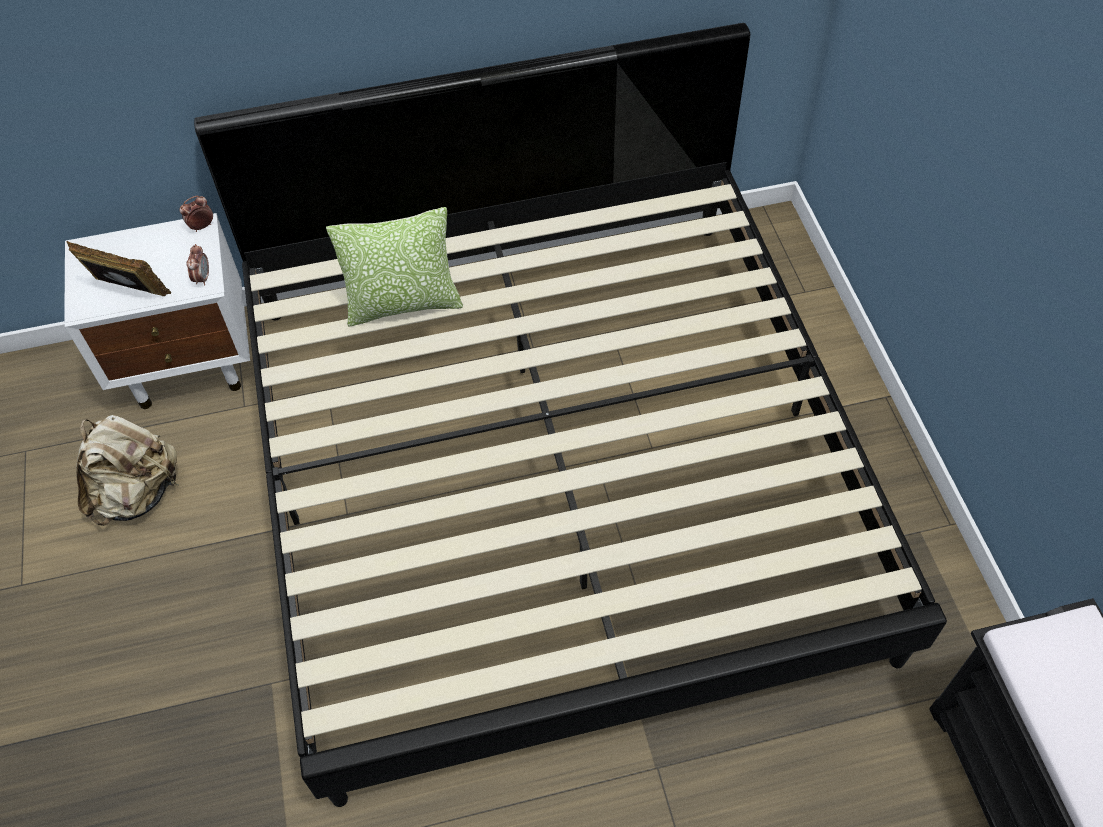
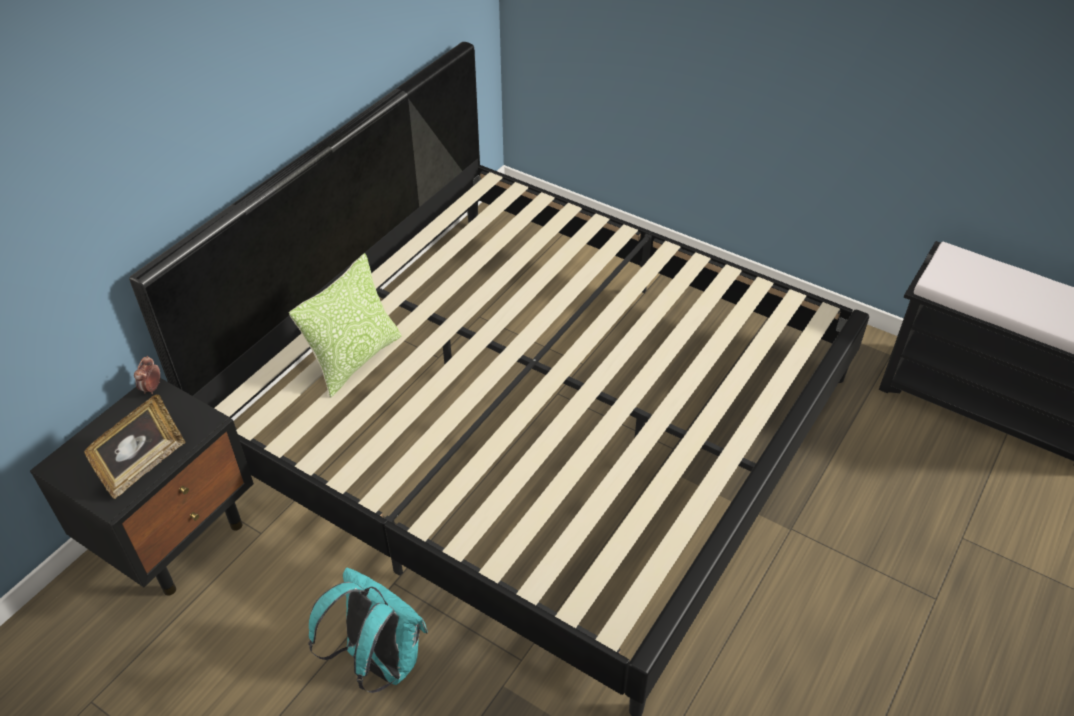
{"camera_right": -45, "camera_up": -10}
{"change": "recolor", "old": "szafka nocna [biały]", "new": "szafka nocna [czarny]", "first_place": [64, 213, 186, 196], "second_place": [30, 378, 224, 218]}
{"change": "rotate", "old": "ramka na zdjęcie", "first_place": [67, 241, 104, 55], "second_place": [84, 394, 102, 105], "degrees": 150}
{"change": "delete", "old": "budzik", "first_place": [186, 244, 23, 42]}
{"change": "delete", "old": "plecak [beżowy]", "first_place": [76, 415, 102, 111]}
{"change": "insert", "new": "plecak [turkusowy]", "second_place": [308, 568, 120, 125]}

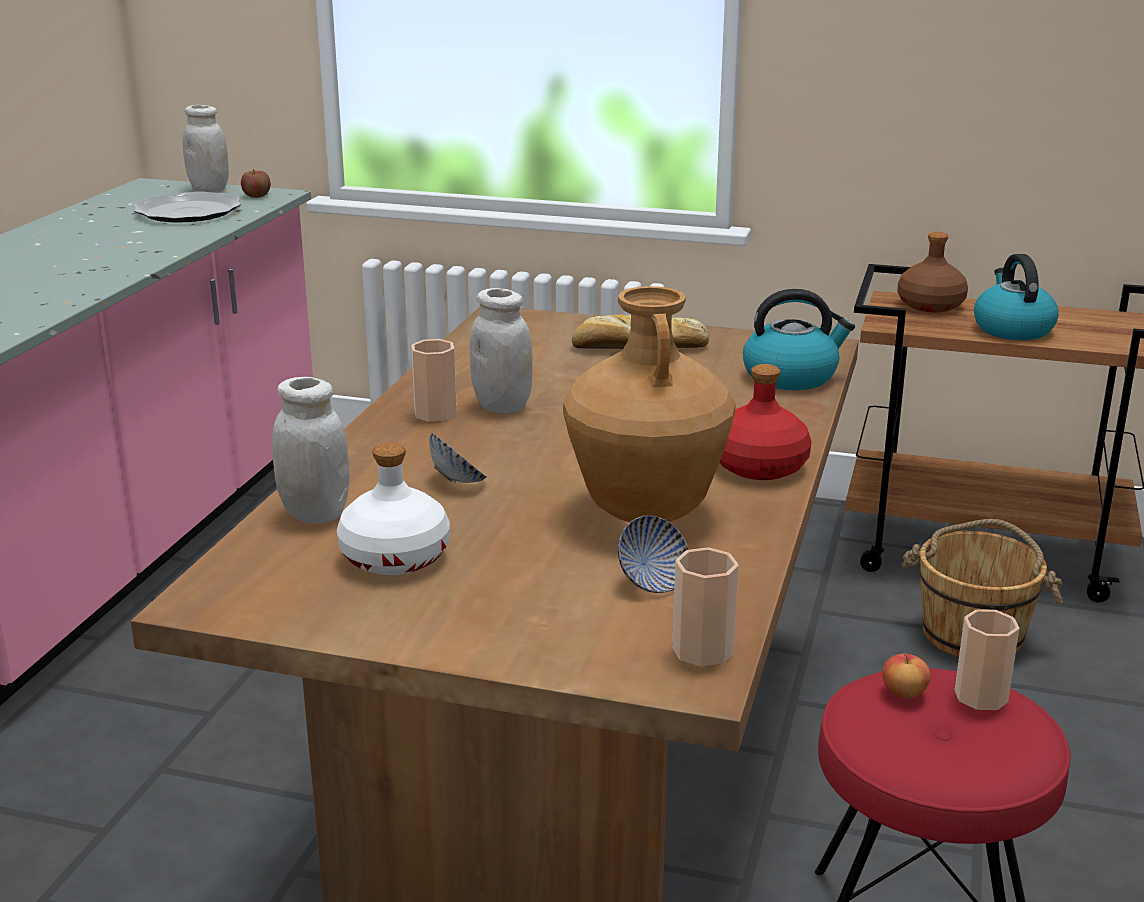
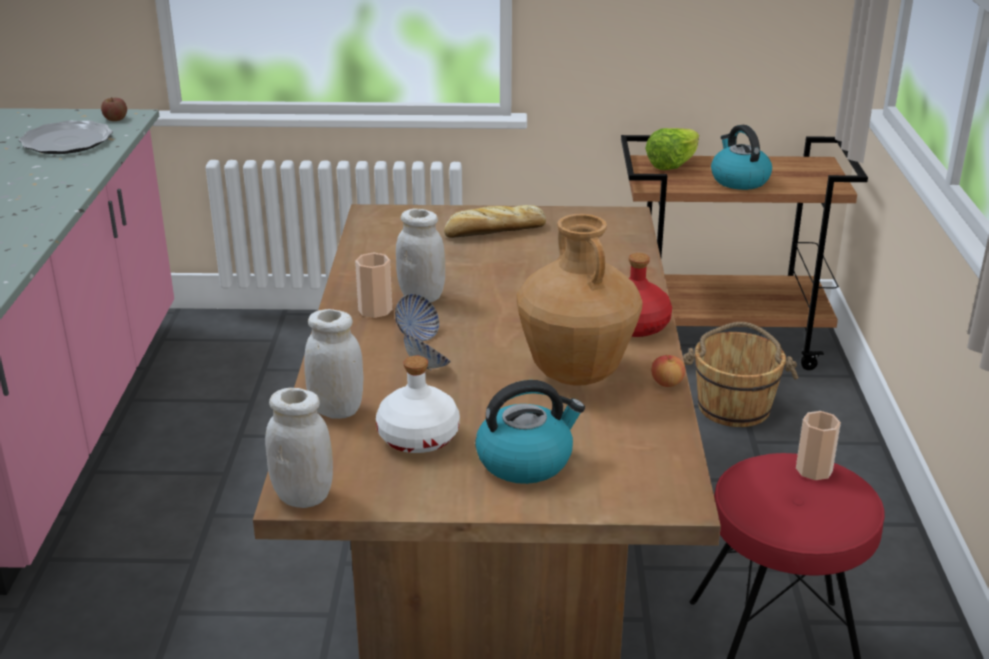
{"camera_right": -15, "camera_up": 5}
{"change": "move", "old": "słoik [biały]", "first_place": [182, 105, 47, 87], "second_place": [265, 388, 68, 120]}
{"change": "replace", "old": "butelka [brązowy]", "new": "sałata", "first_place": [897, 232, 71, 80], "second_place": [645, 128, 54, 42]}
{"change": "move", "old": "czajnik", "first_place": [743, 289, 112, 101], "second_place": [475, 380, 110, 104]}
{"change": "move", "old": "miska", "first_place": [618, 515, 71, 78], "second_place": [395, 294, 44, 47]}
{"change": "delete", "old": "filiżanka", "first_place": [672, 547, 67, 120]}
{"change": "move", "old": "jabłko", "first_place": [882, 653, 48, 46], "second_place": [651, 354, 35, 33]}

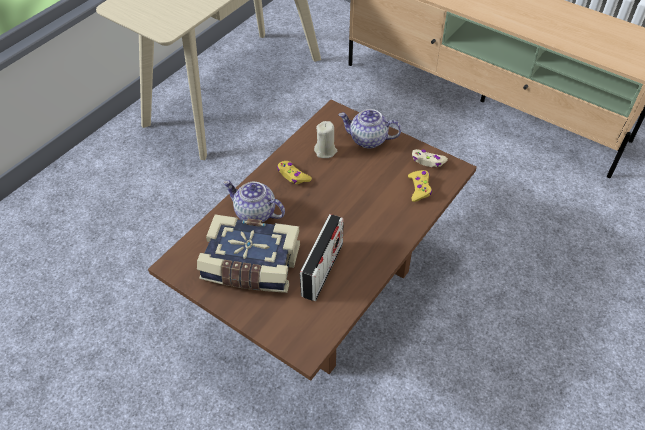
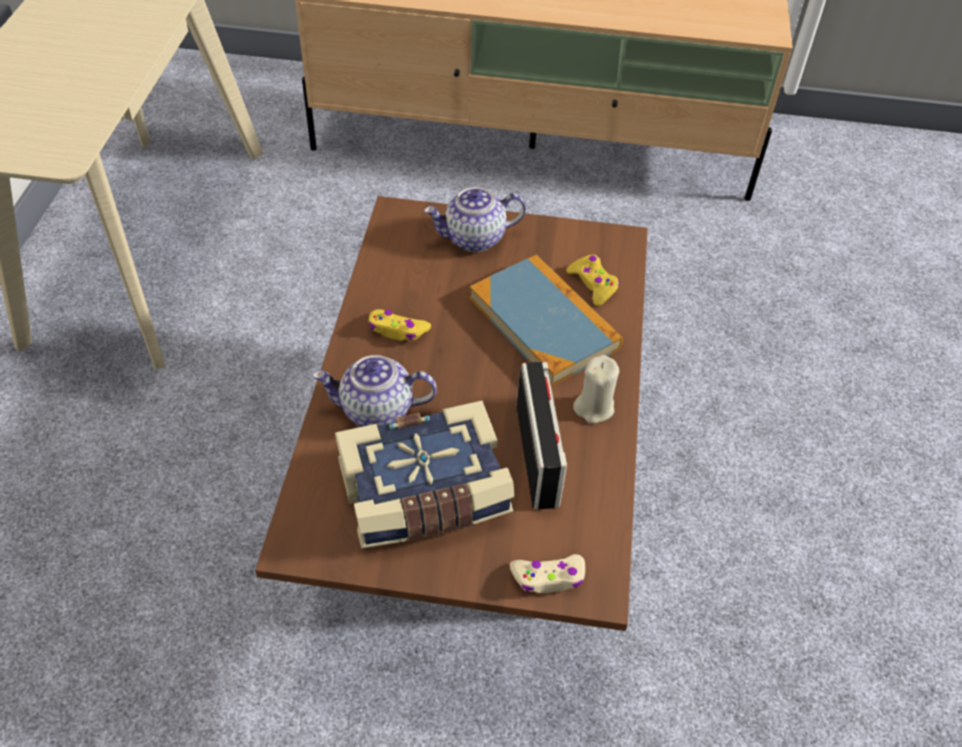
{"camera_right": -30, "camera_up": 0}
{"change": "move", "old": "świeca [beżowy]", "first_place": [314, 121, 23, 37], "second_place": [573, 355, 46, 68]}
{"change": "move", "old": "pad do gier [beżowy]", "first_place": [412, 149, 36, 18], "second_place": [510, 554, 75, 39]}
{"change": "insert", "new": "książka", "second_place": [469, 255, 154, 131]}

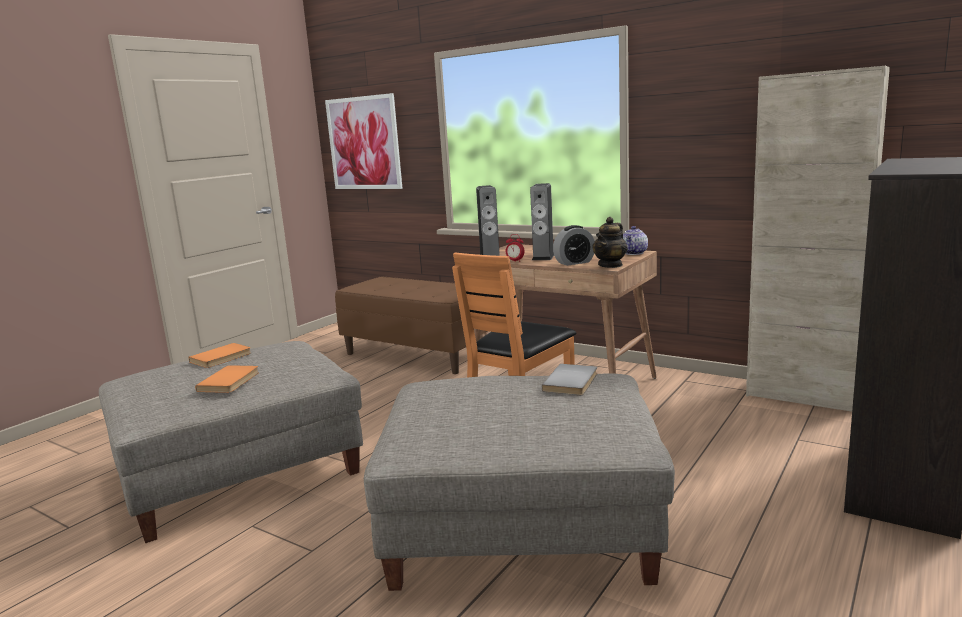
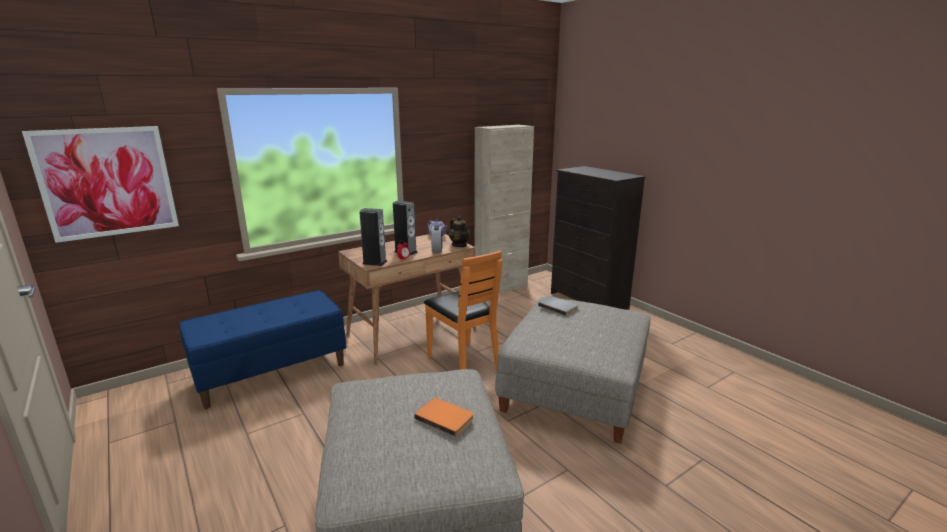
{"camera_right": -70, "camera_up": 5}
{"change": "recolor", "old": "ławka [brązowy]", "new": "ławka [niebieski]", "first_place": [335, 276, 152, 98], "second_place": [180, 290, 166, 119]}
{"change": "delete", "old": "książka [pomarańczowy]", "first_place": [188, 343, 63, 25]}

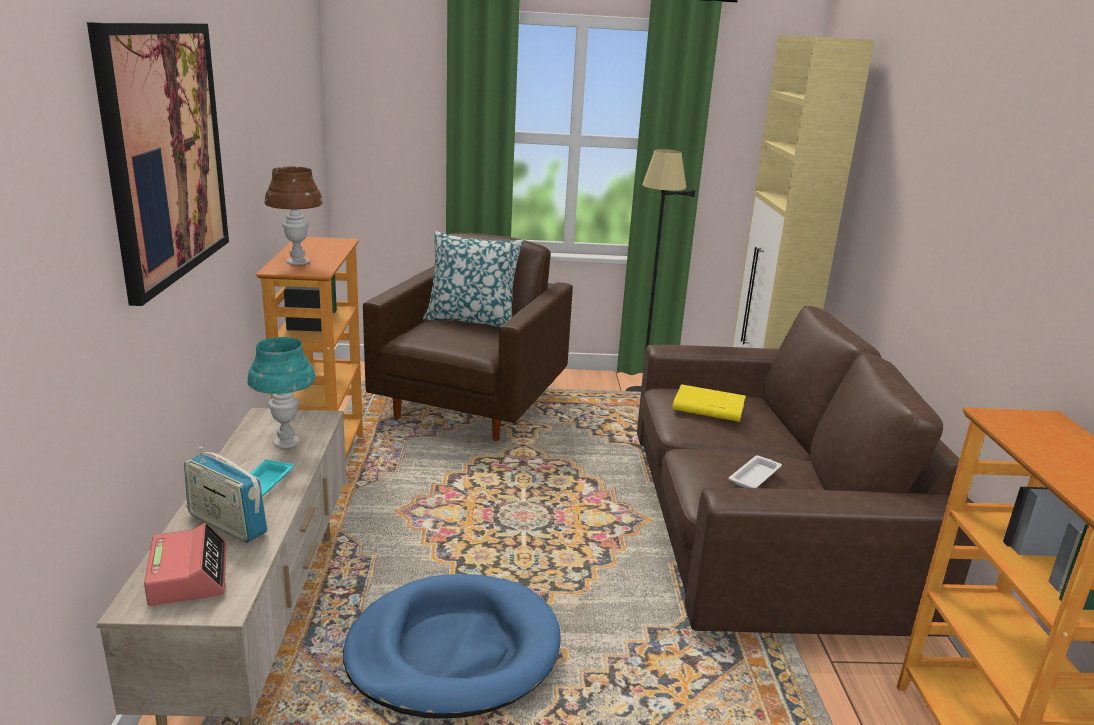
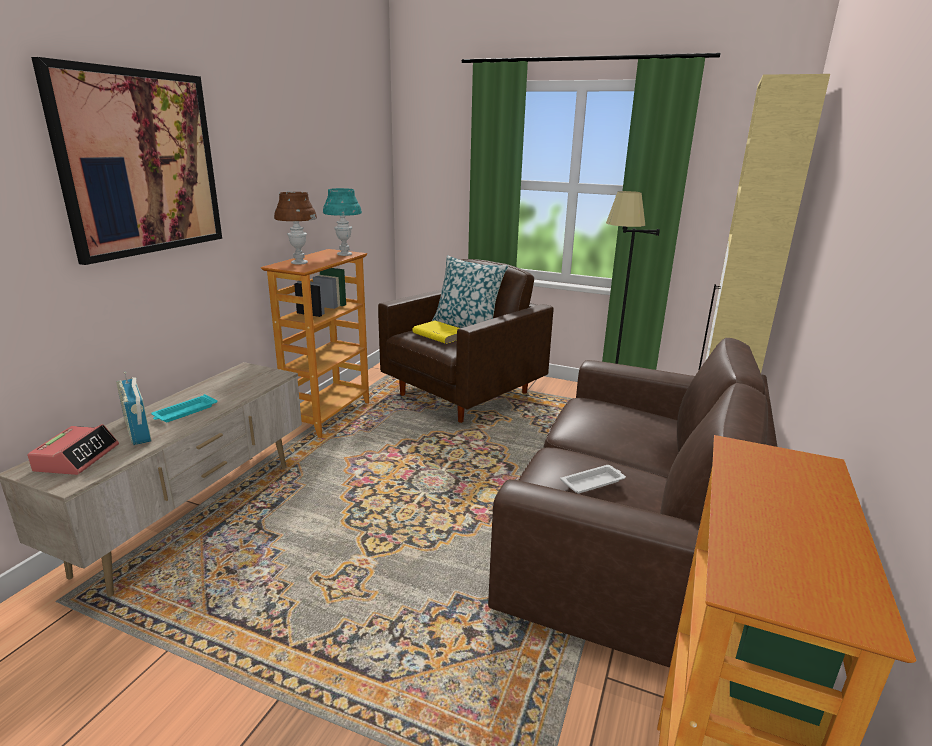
{"camera_right": 25, "camera_up": 0}
{"change": "move", "old": "lampa stołowa [turkusowy]", "first_place": [247, 337, 68, 111], "second_place": [323, 188, 39, 68]}
{"change": "move", "old": "książka [żółty]", "first_place": [672, 384, 74, 38], "second_place": [412, 321, 48, 23]}
{"change": "delete", "old": "legowisko [niebieski]", "first_place": [343, 574, 218, 144]}

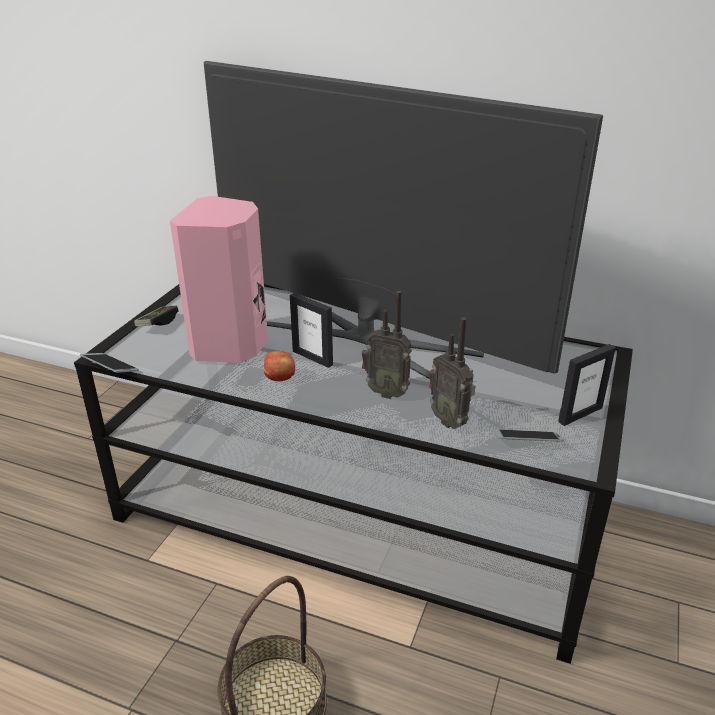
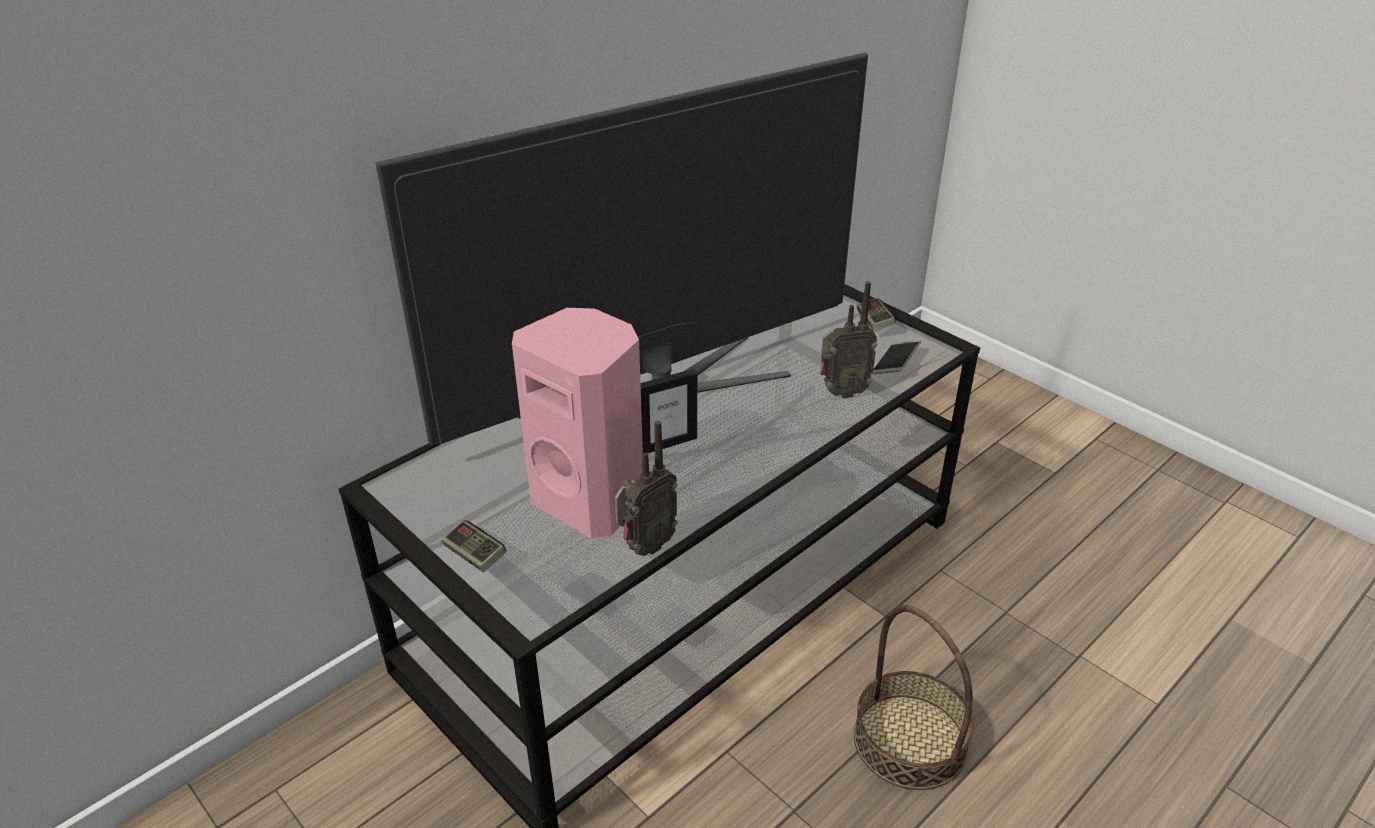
{"camera_right": -65, "camera_up": 5}
{"change": "move", "old": "radio", "first_place": [362, 291, 50, 108], "second_place": [614, 421, 64, 135]}
{"change": "replace", "old": "ramka na zdjęcie", "new": "pad do gier", "first_place": [558, 344, 58, 82], "second_place": [857, 298, 39, 33]}
{"change": "delete", "old": "jabłko", "first_place": [264, 351, 31, 30]}
{"change": "delete", "old": "telefon", "first_place": [80, 353, 59, 20]}

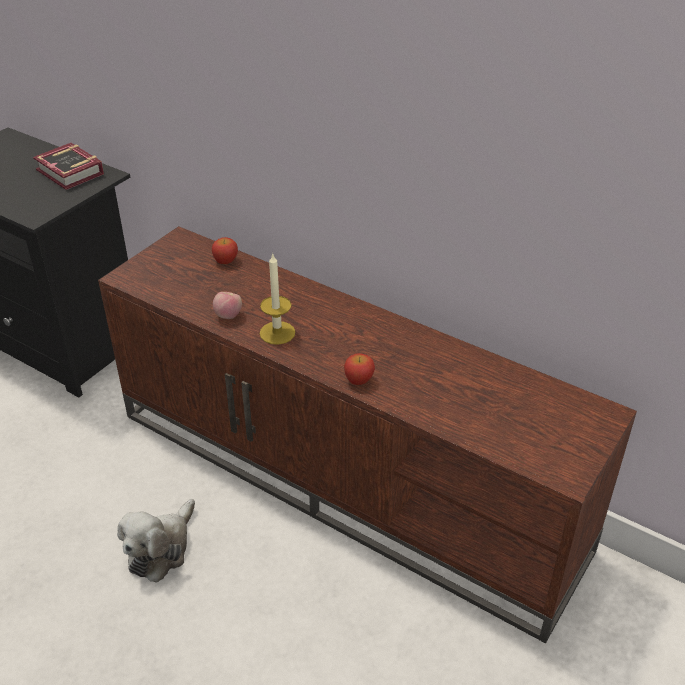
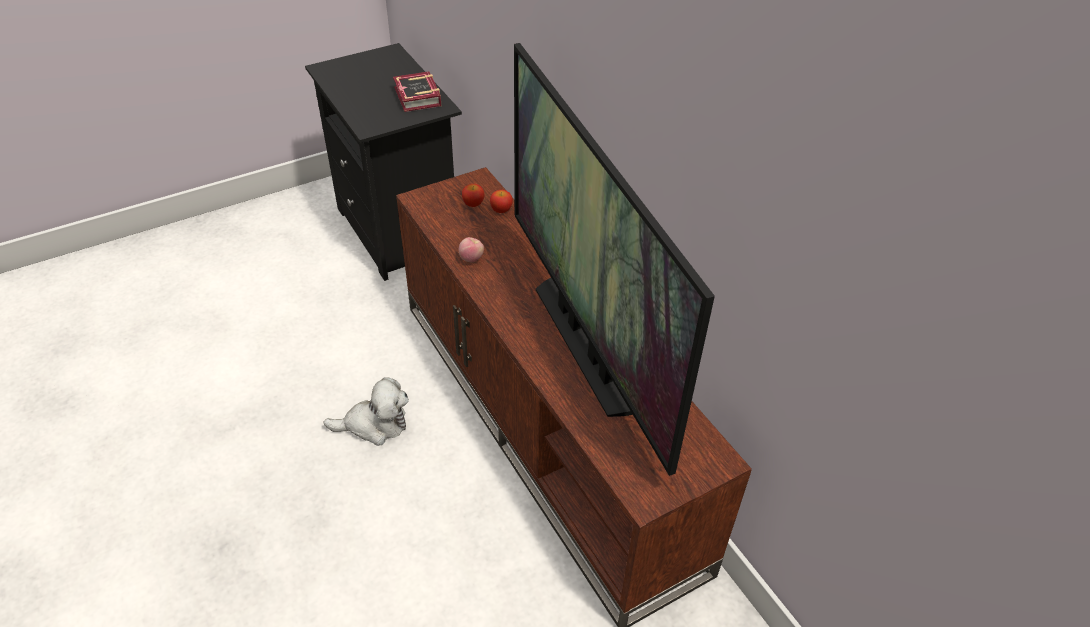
{"camera_right": 25, "camera_up": 5}
{"change": "delete", "old": "świeca", "first_place": [260, 253, 35, 92]}
{"change": "move", "old": "jabłko", "first_place": [344, 353, 31, 32], "second_place": [462, 184, 22, 23]}
{"change": "rotate", "old": "pluszak", "first_place": [117, 499, 78, 84], "second_place": [323, 377, 86, 69], "degrees": -150}
{"change": "insert", "new": "telewizor", "second_place": [514, 43, 201, 433]}

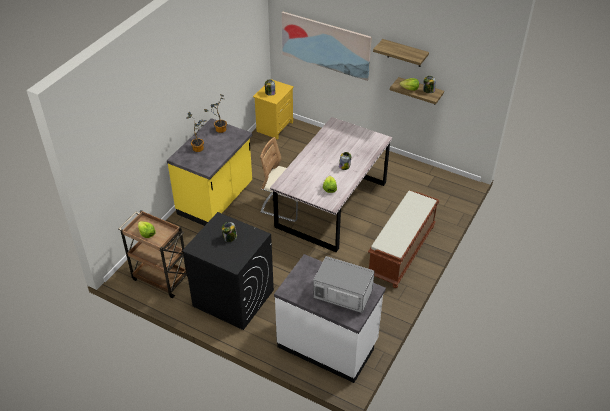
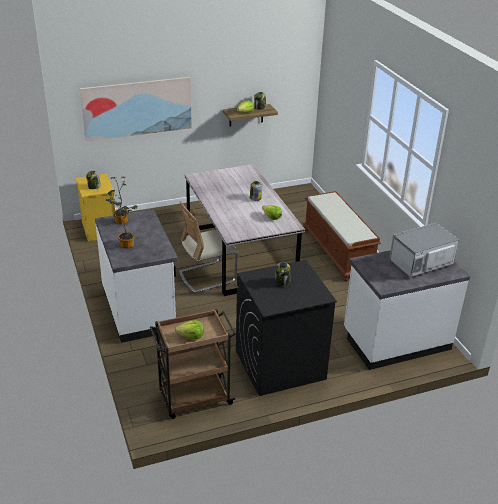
{"camera_right": -50, "camera_up": -10}
{"change": "delete", "old": "półka", "first_place": [373, 39, 56, 28]}
{"change": "recolor", "old": "zabudowa kuchenna [żółty]", "new": "zabudowa kuchenna [biały]", "first_place": [167, 118, 85, 108], "second_place": [95, 209, 83, 134]}

